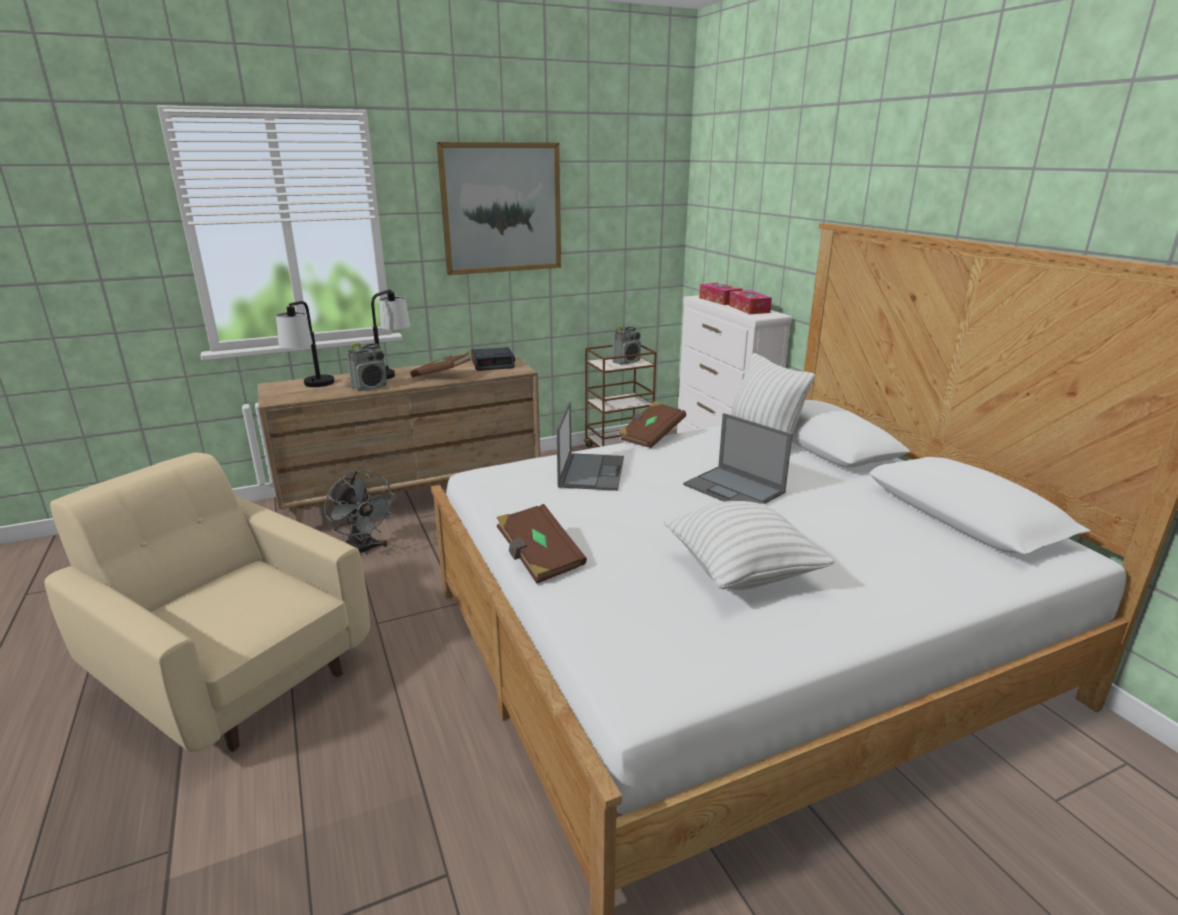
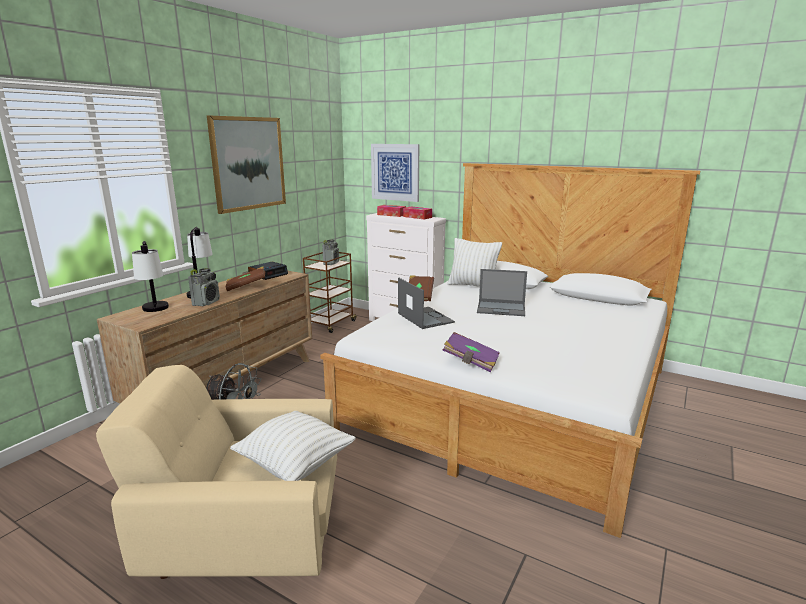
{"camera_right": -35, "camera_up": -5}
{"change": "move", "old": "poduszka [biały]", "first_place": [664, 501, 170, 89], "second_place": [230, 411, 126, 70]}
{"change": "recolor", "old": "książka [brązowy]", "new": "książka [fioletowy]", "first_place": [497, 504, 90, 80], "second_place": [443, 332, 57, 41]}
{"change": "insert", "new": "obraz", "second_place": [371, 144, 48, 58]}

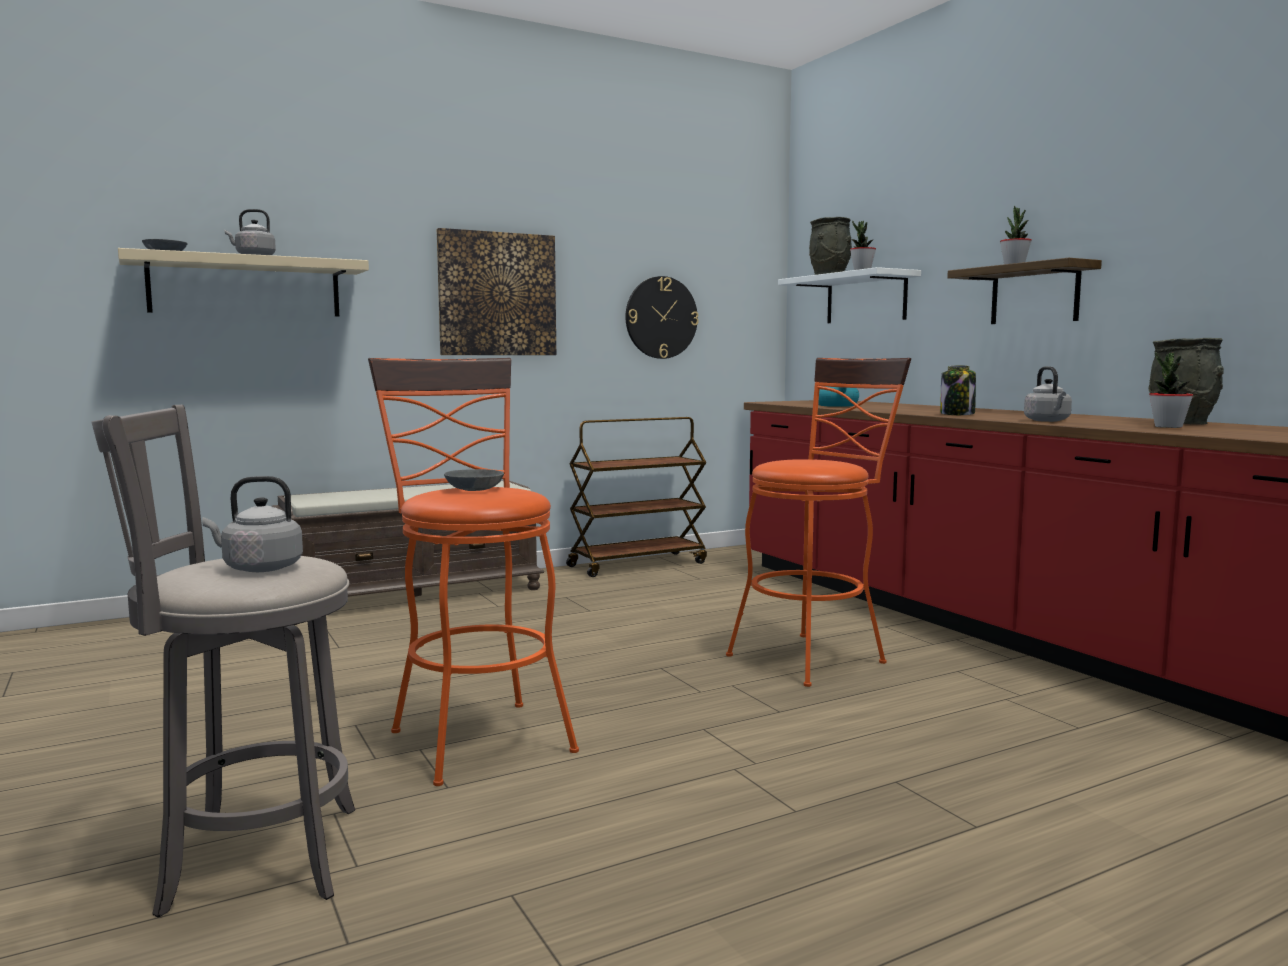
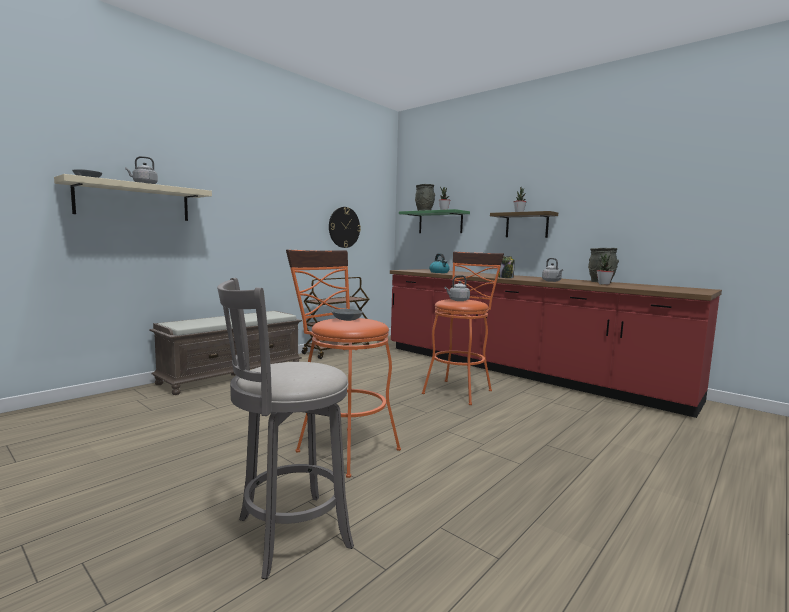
{"camera_right": -20, "camera_up": 0}
{"change": "delete", "old": "obraz", "first_place": [437, 228, 119, 127]}
{"change": "recolor", "old": "półka [biały]", "new": "półka [zielony]", "first_place": [778, 267, 143, 56], "second_place": [399, 209, 71, 24]}
{"change": "move", "old": "czajnik [szary]", "first_place": [202, 476, 101, 96], "second_place": [445, 275, 25, 26]}

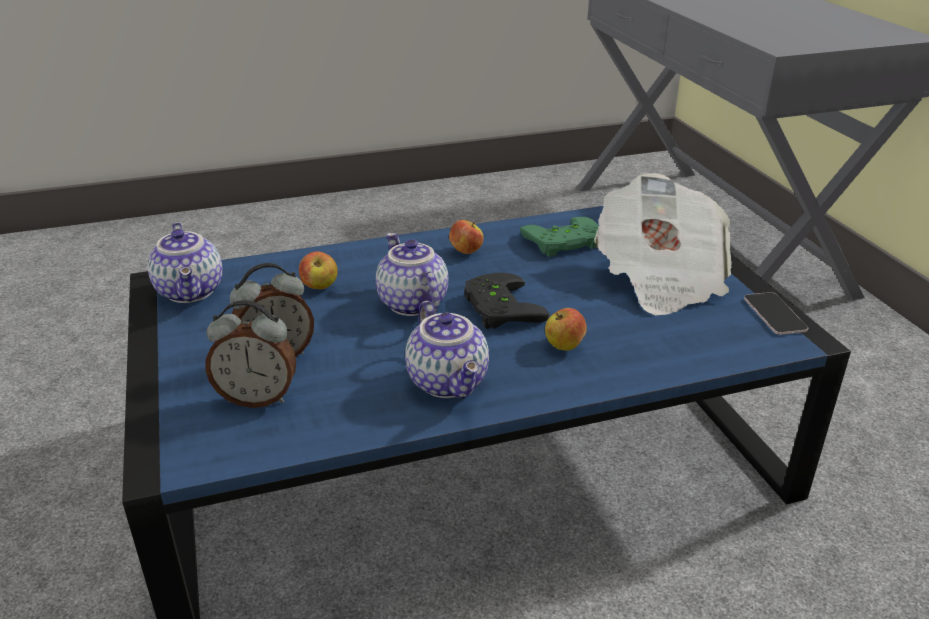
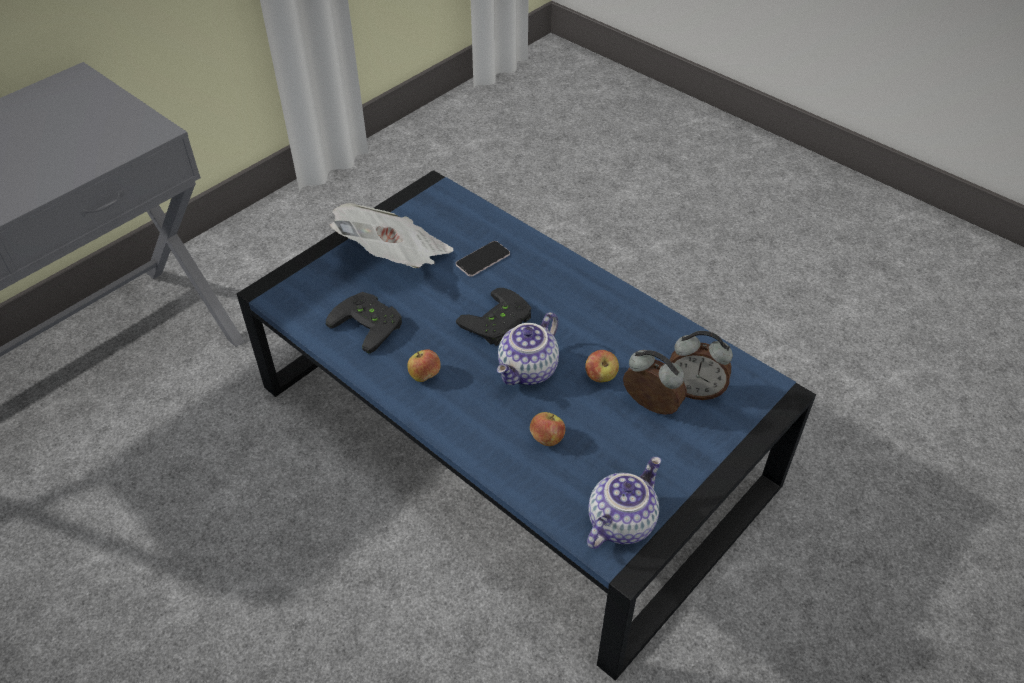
{"camera_right": -120, "camera_up": 15}
{"change": "recolor", "old": "pad do gier [zielony]", "new": "pad do gier [czarny]", "first_place": [520, 217, 78, 40], "second_place": [326, 292, 76, 62]}
{"change": "move", "old": "telefon", "first_place": [744, 292, 64, 43], "second_place": [456, 241, 54, 36]}
{"change": "rotate", "old": "budzik", "first_place": [205, 300, 91, 108], "second_place": [670, 331, 63, 69], "degrees": 135}
{"change": "delete", "old": "imbryk", "first_place": [405, 301, 84, 97]}
{"change": "move", "old": "jabłko", "first_place": [545, 308, 42, 43], "second_place": [585, 350, 34, 32]}

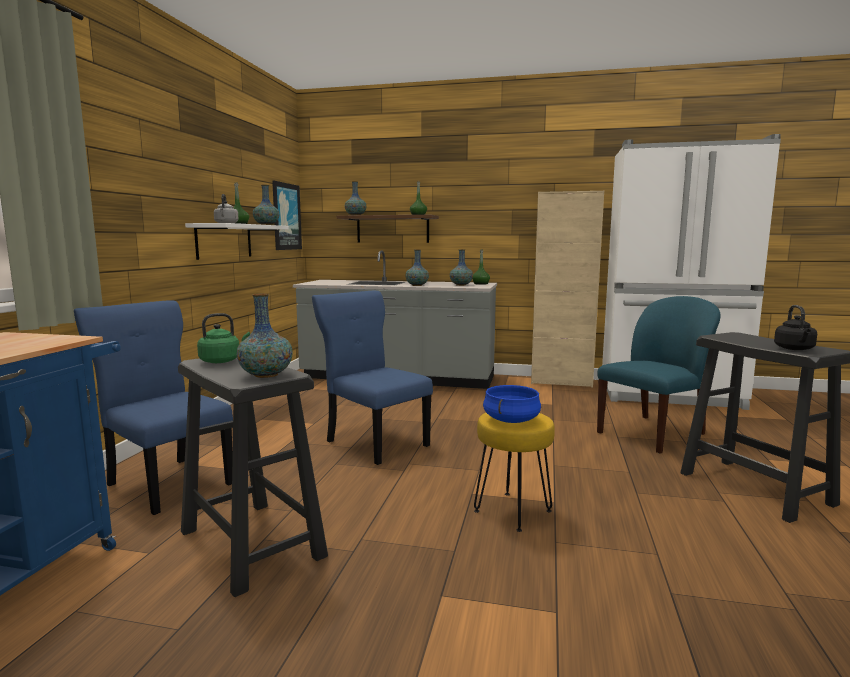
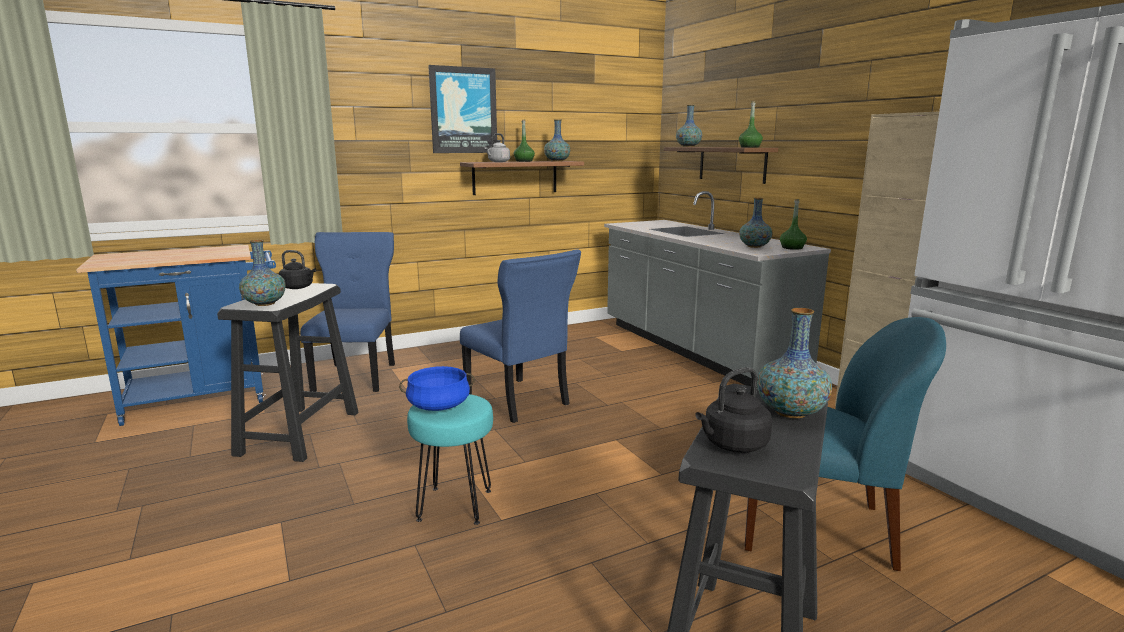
{"camera_right": 50, "camera_up": 5}
{"change": "move", "old": "obraz", "first_place": [272, 181, 30, 69], "second_place": [428, 65, 69, 88]}
{"change": "recolor", "old": "półka [biały]", "new": "półka [brązowy]", "first_place": [185, 223, 104, 37], "second_place": [460, 161, 124, 34]}
{"change": "move", "old": "wazon", "first_place": [405, 249, 24, 37], "second_place": [757, 308, 75, 110]}
{"change": "rotate", "old": "krzesło [niebieski]", "first_place": [312, 291, 121, 174], "second_place": [460, 250, 121, 173], "degrees": 135}
{"change": "recolor", "old": "czajnik [zielony]", "new": "czajnik [czarny]", "first_place": [197, 313, 53, 50], "second_place": [279, 250, 37, 39]}
{"change": "recolor", "old": "stołek [żółty]", "new": "stołek [turkusowy]", "first_place": [474, 413, 81, 119], "second_place": [407, 394, 86, 131]}

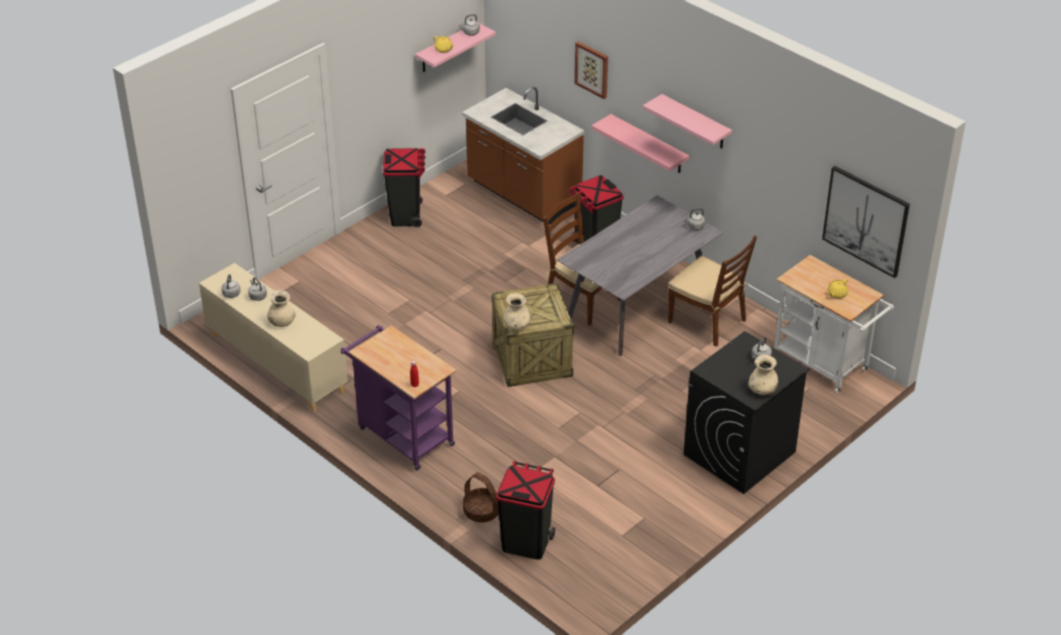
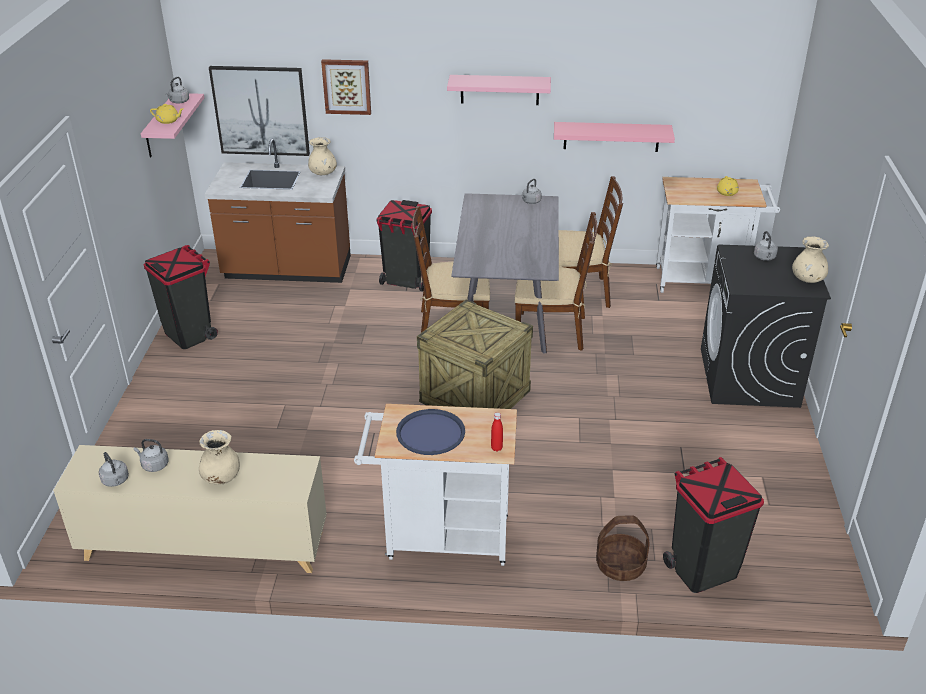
{"camera_right": -40, "camera_up": -5}
{"change": "move", "old": "półka [różowy]", "first_place": [592, 114, 97, 59], "second_place": [554, 122, 121, 30]}
{"change": "move", "old": "obraz", "first_place": [822, 166, 88, 112], "second_place": [209, 66, 101, 90]}
{"change": "move", "old": "wazon [beżowy]", "first_place": [503, 293, 27, 37], "second_place": [308, 137, 29, 38]}
{"change": "recolor", "old": "wózek [fioletowy]", "new": "wózek [biały]", "first_place": [340, 325, 116, 146], "second_place": [354, 404, 163, 162]}
{"change": "insert", "new": "krzesło [brązowy]", "second_place": [514, 212, 84, 139]}
{"change": "insert", "new": "taca [niebieski]", "second_place": [396, 409, 69, 46]}

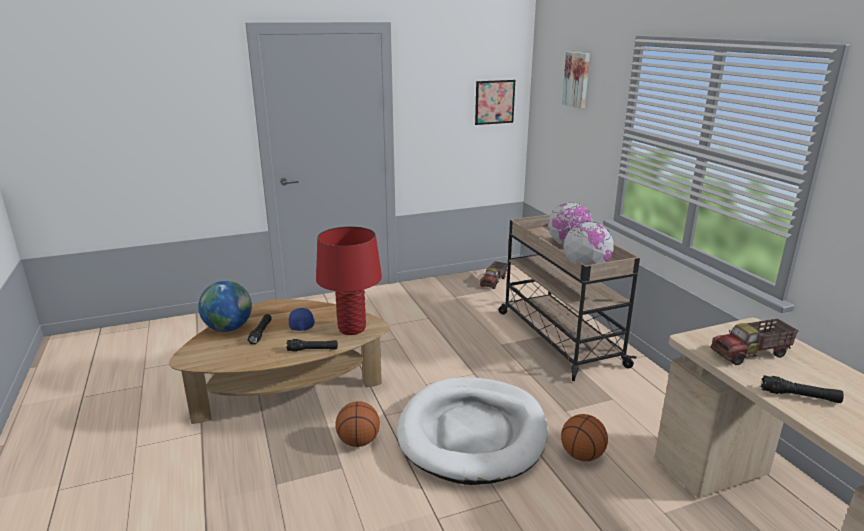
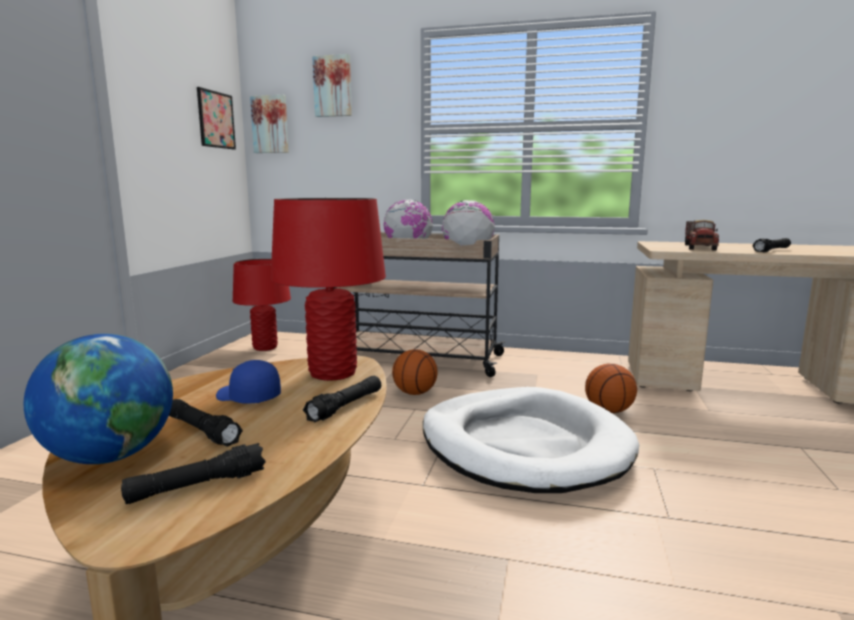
{"camera_right": -55, "camera_up": -10}
{"change": "replace", "old": "ciężarówka zabawkowa", "new": "lampa stołowa [czerwony]", "first_place": [480, 261, 28, 28], "second_place": [233, 259, 58, 92]}
{"change": "move", "old": "piłka do koszykówki", "first_place": [336, 401, 44, 46], "second_place": [392, 349, 46, 46]}
{"change": "insert", "new": "obraz", "second_place": [250, 95, 39, 58]}
{"change": "insert", "new": "latarka [czarny]", "second_place": [121, 443, 144, 61]}

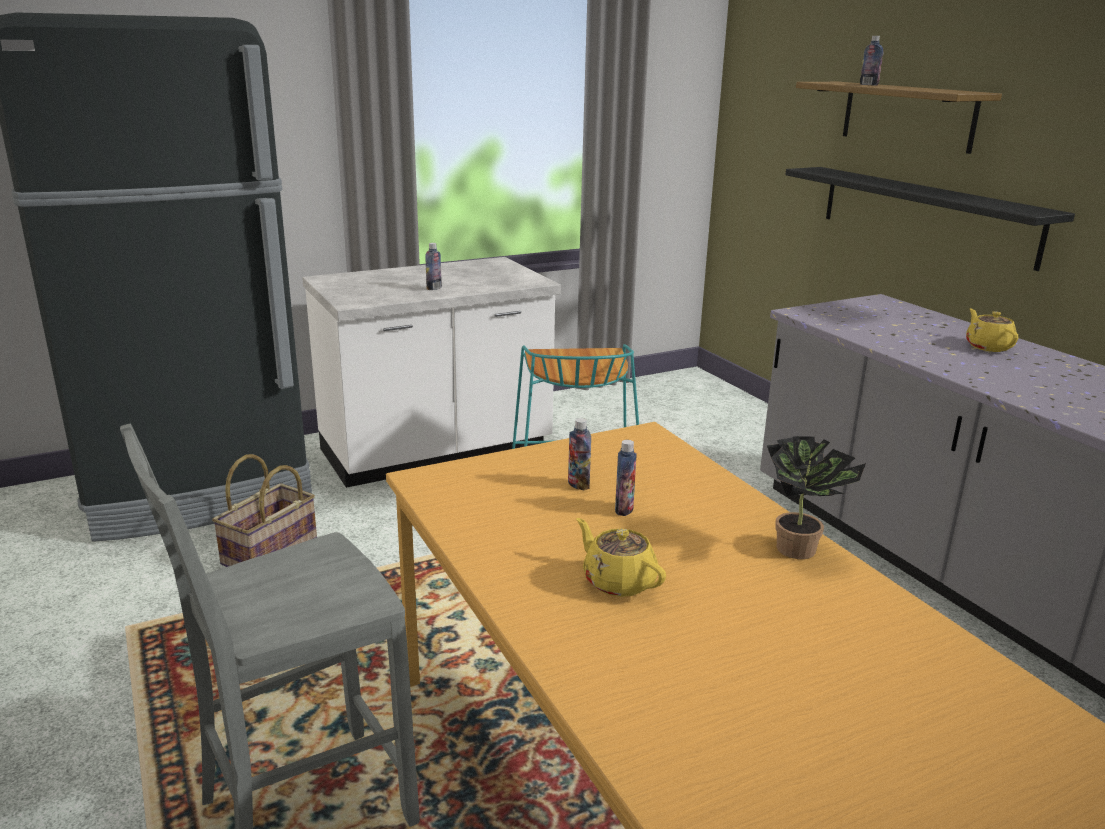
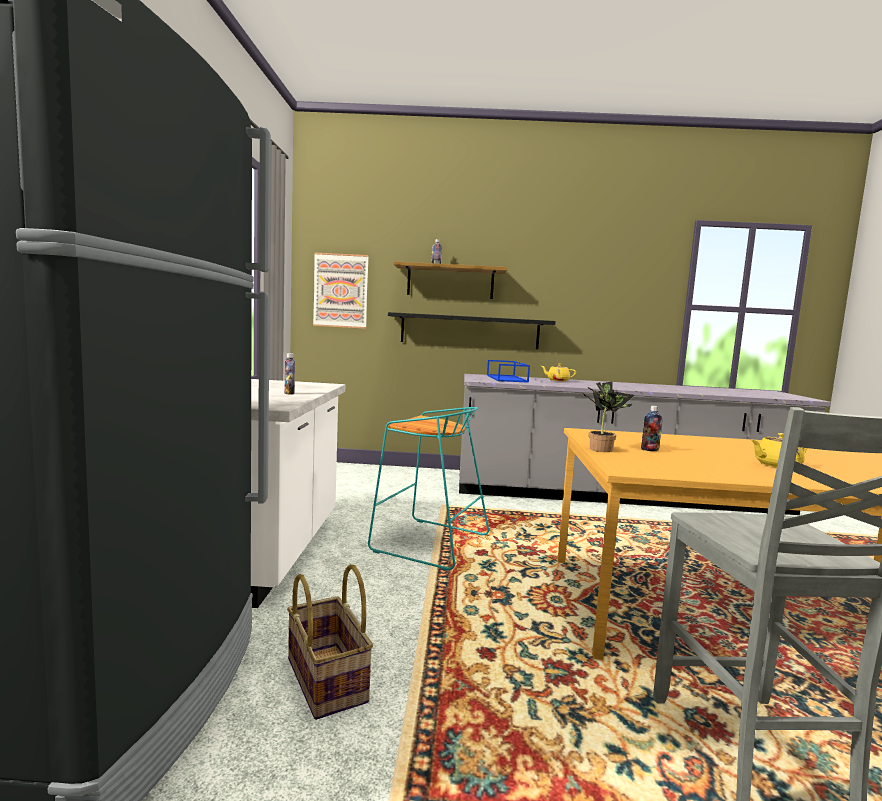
{"camera_right": -60, "camera_up": -15}
{"change": "move", "old": "roślina doniczkowa", "first_place": [767, 436, 99, 123], "second_place": [582, 381, 53, 71]}
{"change": "delete", "old": "butelka", "first_place": [615, 440, 22, 76]}
{"change": "insert", "new": "obraz", "second_place": [313, 252, 56, 77]}
{"change": "insert", "new": "taca [niebieski]", "second_place": [487, 360, 43, 23]}

